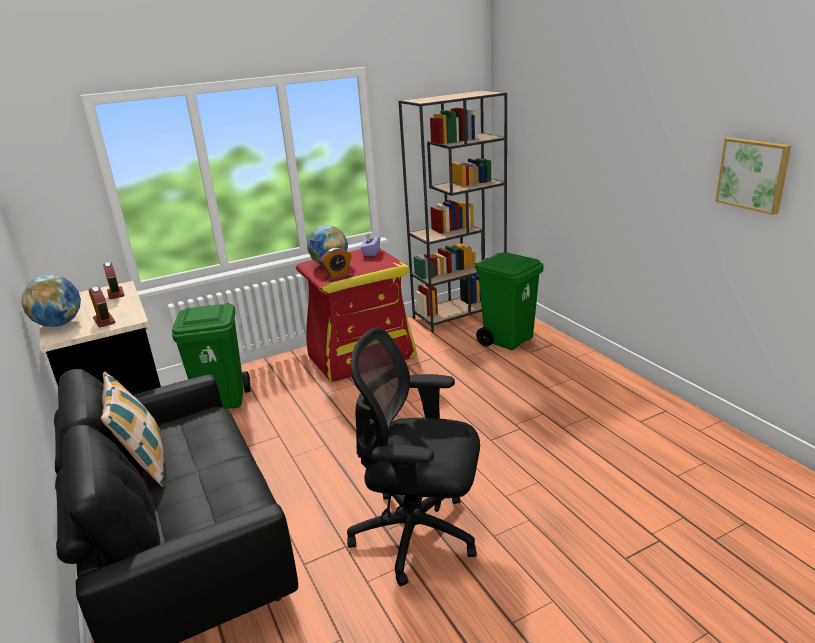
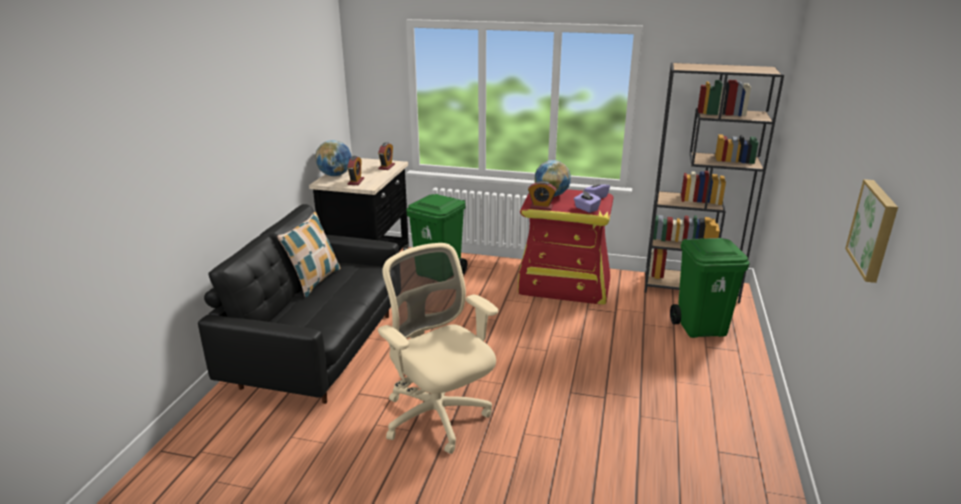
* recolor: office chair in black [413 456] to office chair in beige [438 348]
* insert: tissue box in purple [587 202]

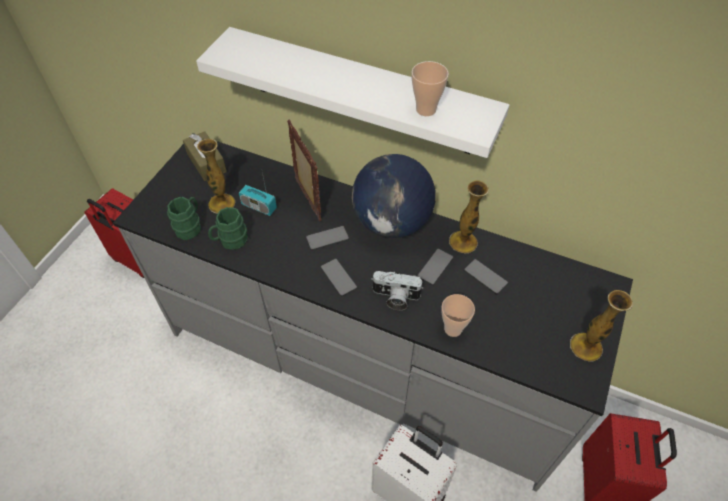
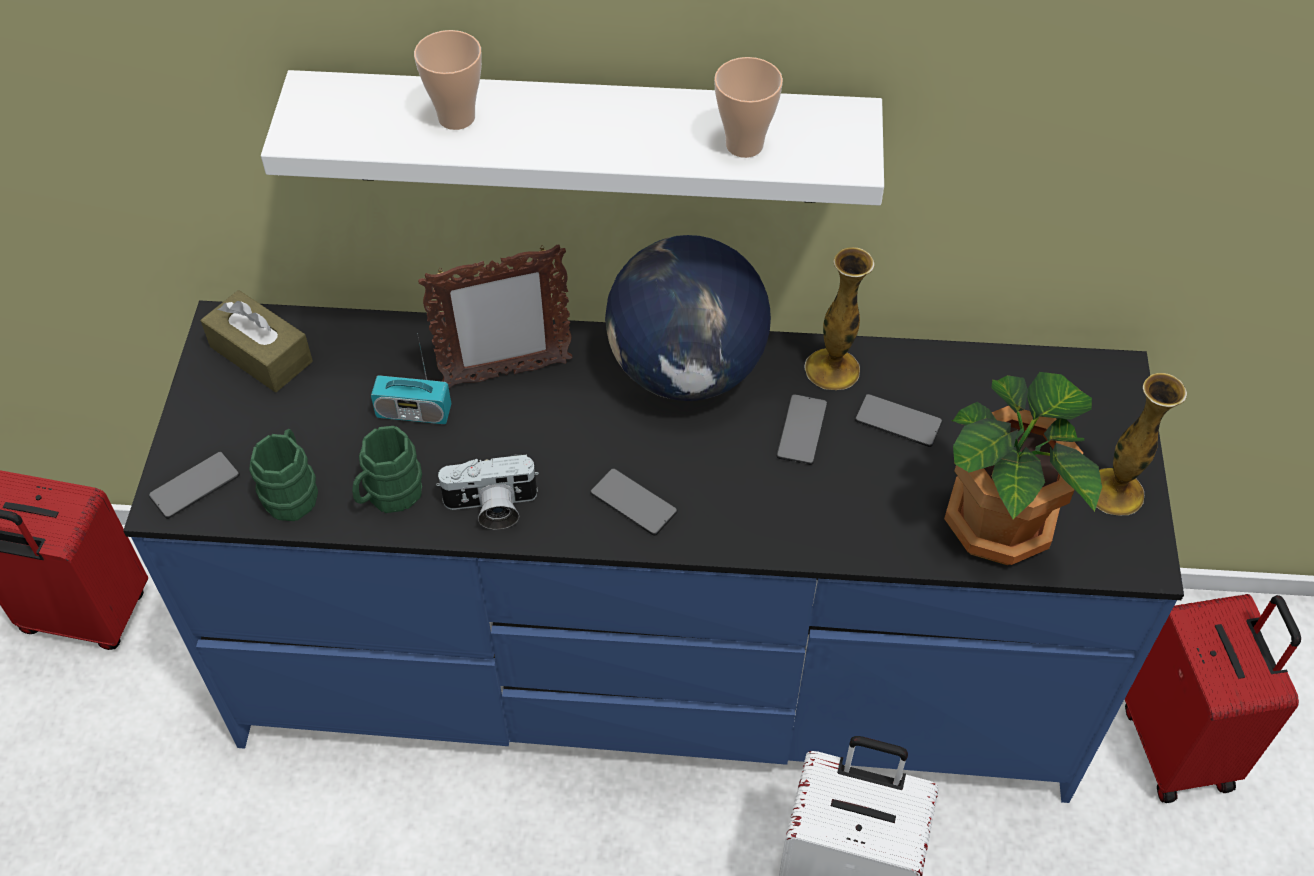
* recolor: dresser in grey [373 312] to dresser in blue [653 551]
* move: phone [327 238] to [194 485]
* move: cup [458 315] to [448 80]
* rotate: picture frame [304 170] = [495 316] 120 degrees clockwise
* move: photo camera [397 290] to [487 491]
* insert: potted plant [1023 468]
* delete: vase [216 176]

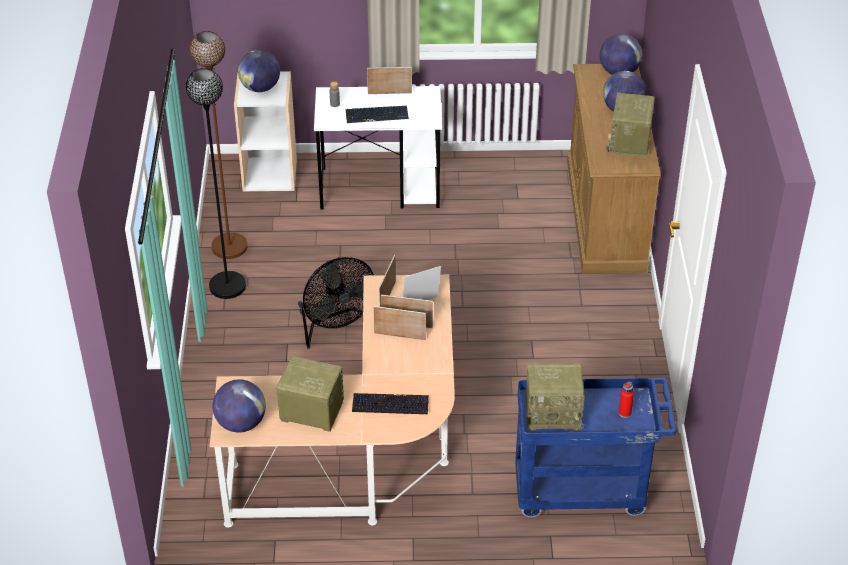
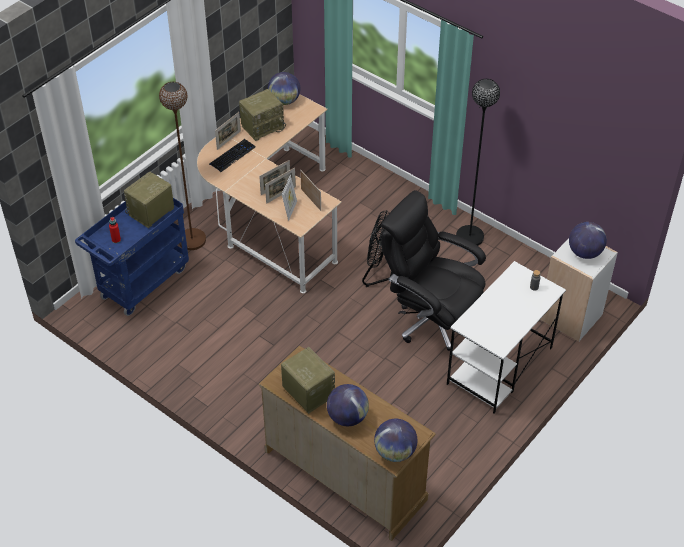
* move: floor lamp in brown [218 145] to [182 166]
* move: picture frame [389 80] to [228 131]
* insert: office chair in black [433 270]
* delete: keyboard [377 114]

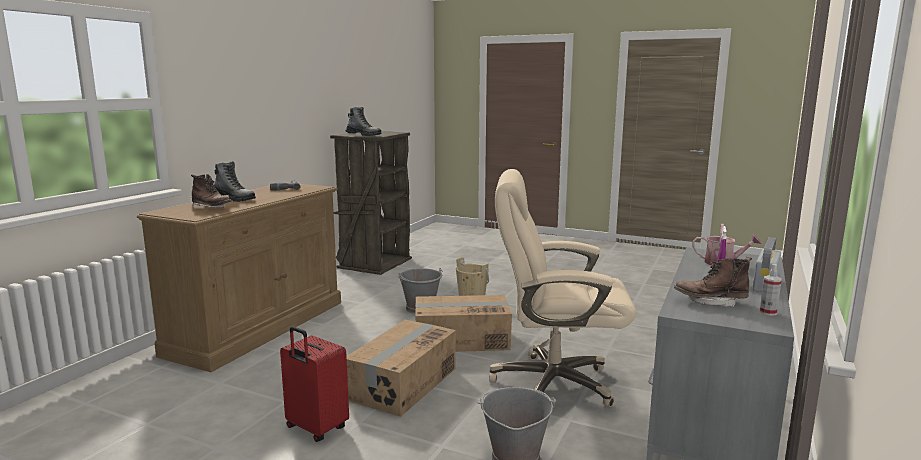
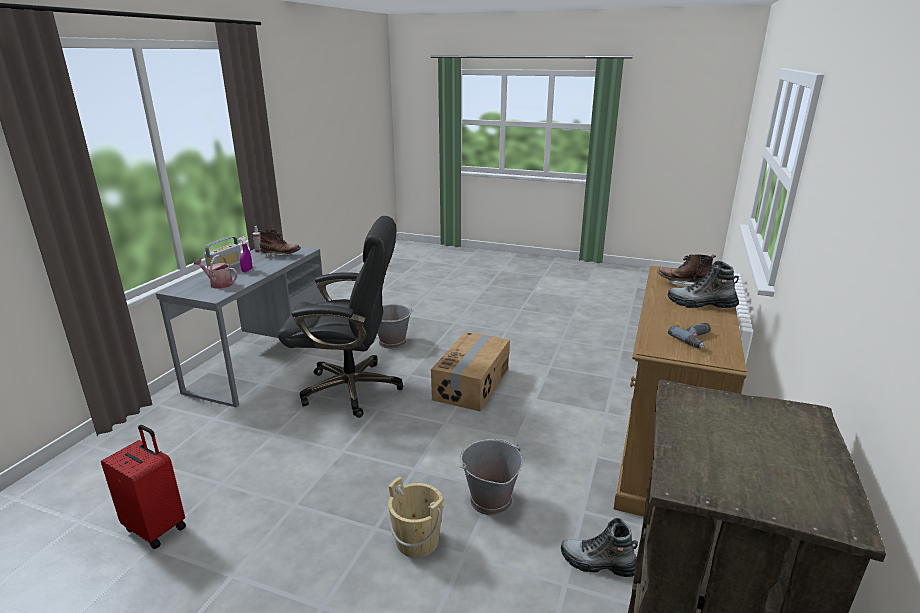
* move: suitcase in red [314 384] to [143 487]
* recolor: office chair in beige [562 288] to office chair in black [340 317]
* move: boot [364 121] to [599 547]
* delete: cardboard box [464 323]

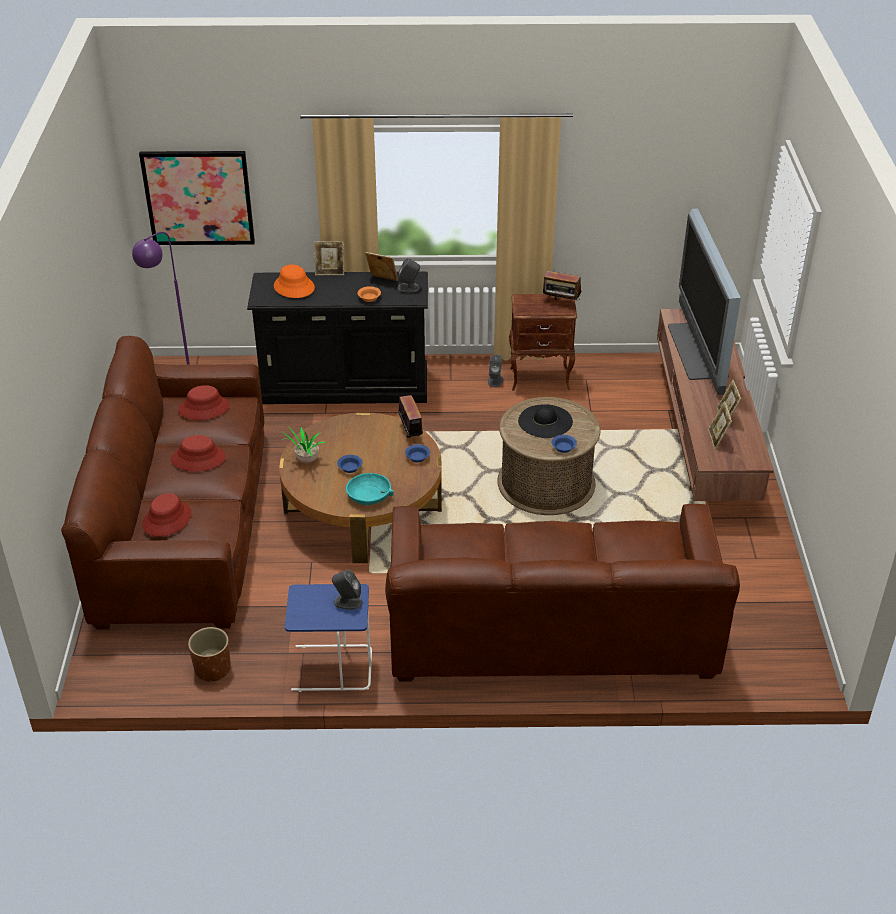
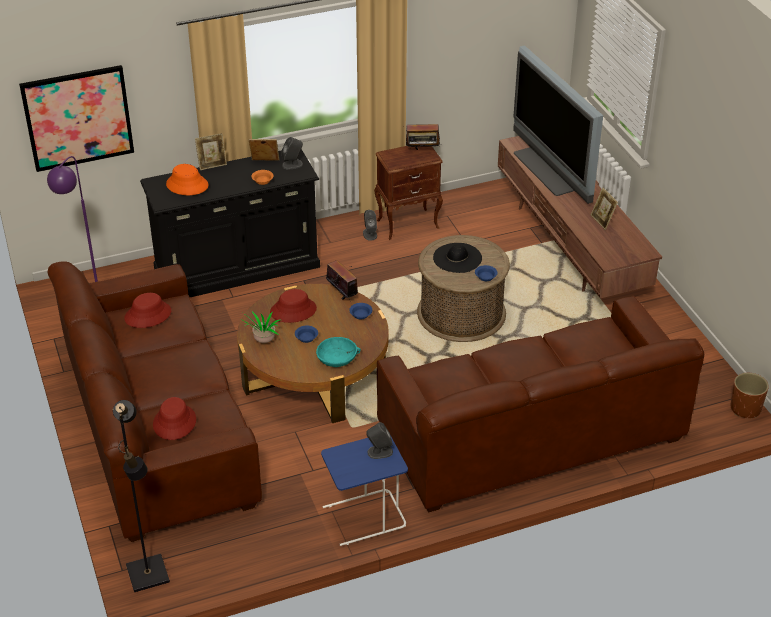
* insert: floor lamp in black [141 496]
* move: hat in red [198 453] to [293 306]
* move: planter in brown [209 654] to [750 395]
* delete: picture frame [720 425]

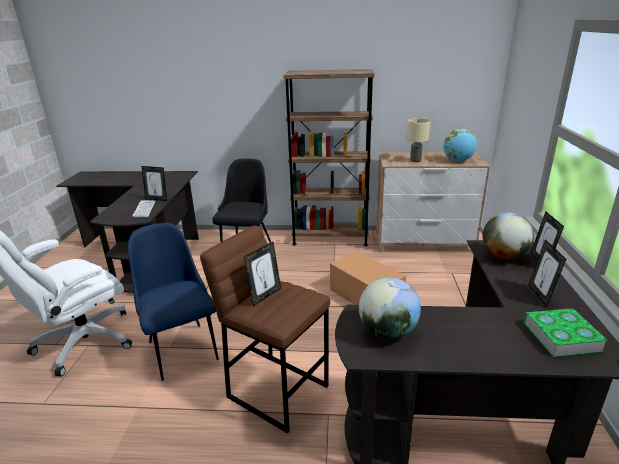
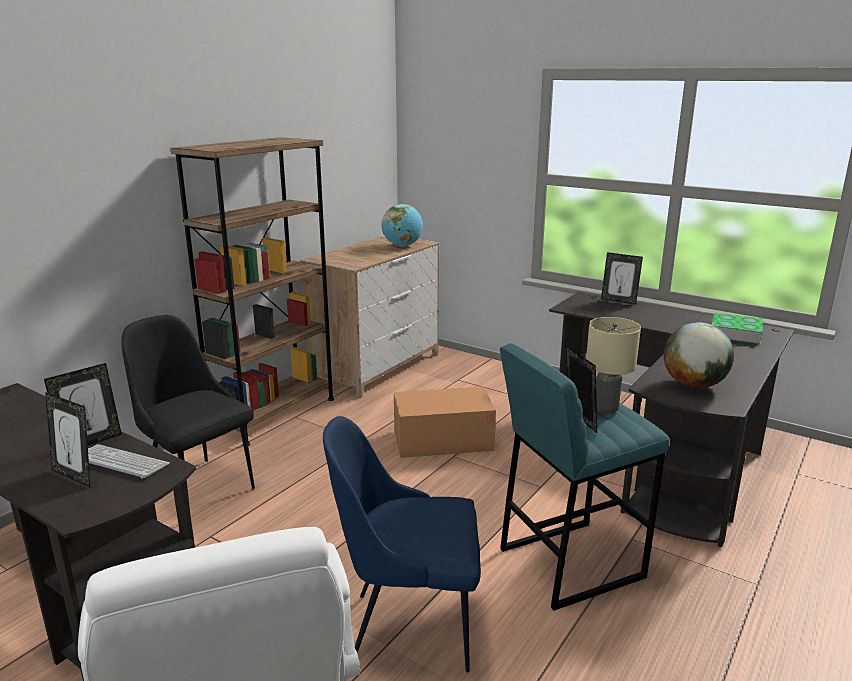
* move: picture frame [547 273] to [67 440]
* recolor: stool in brown [265 329] to stool in turquoise [584 477]
* move: table lamp in beige [418 140] to [613 365]
* delete: globe [508 236]

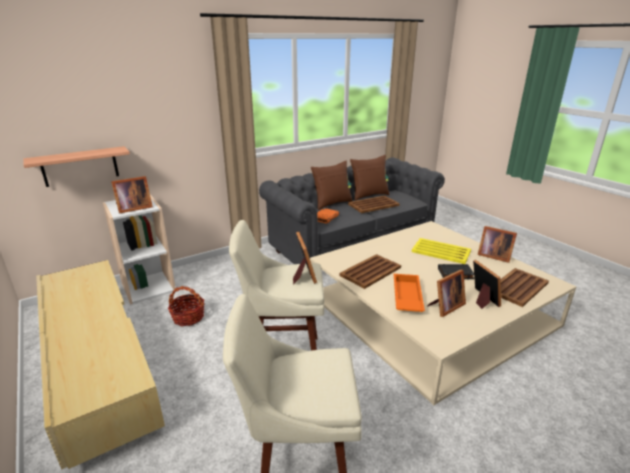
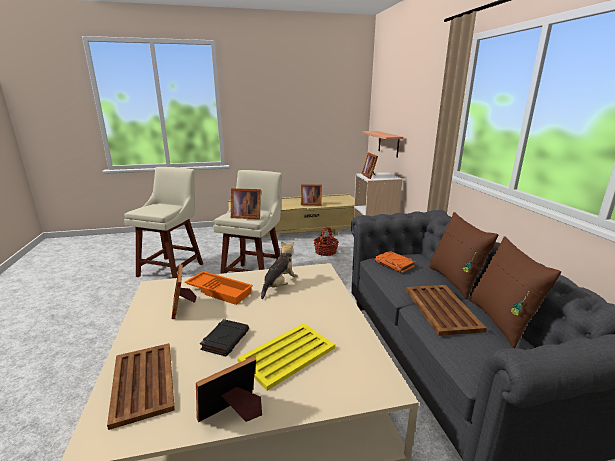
* replace: tray in brown [370 271] to plush toy [279 270]
* move: picture frame [487 284] to [311 194]

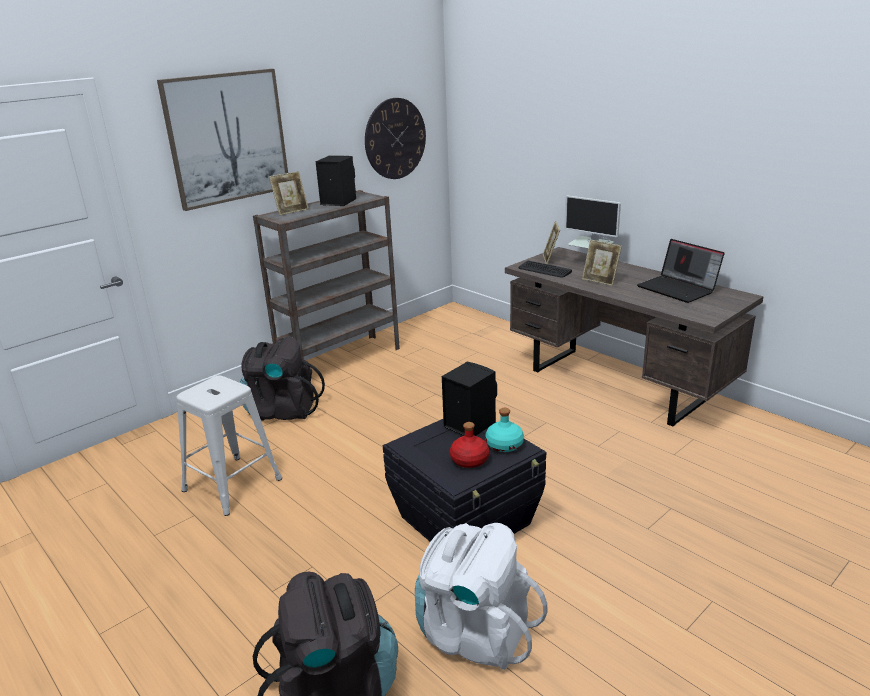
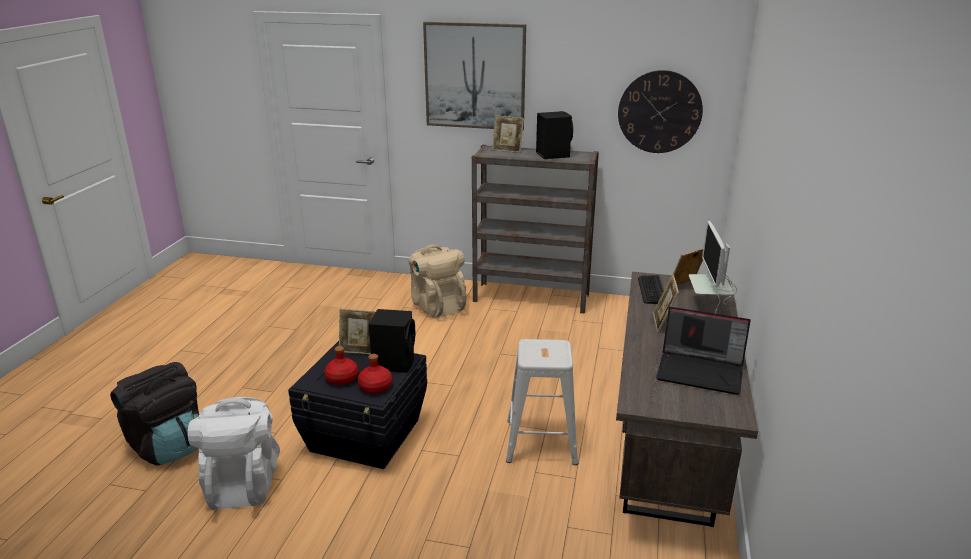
* insert: picture frame [357 331]
* recolor: bottle in turquoise [504 430] to bottle in red [375 374]
* recolor: backpack in black [282 378] to backpack in beige [437 281]
* move: stool in white [229 446] to [542 402]
* rotate: laptop [681 271] = [703 351] 90 degrees counterclockwise

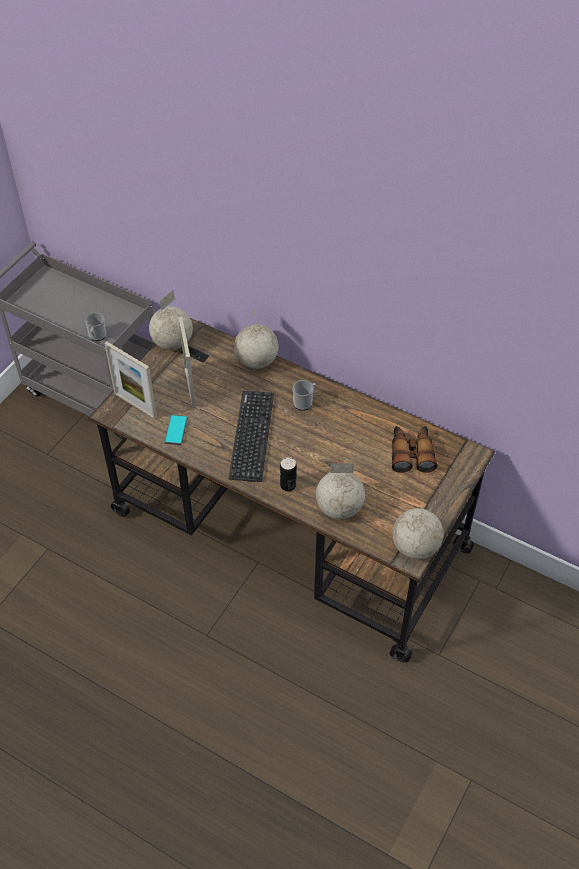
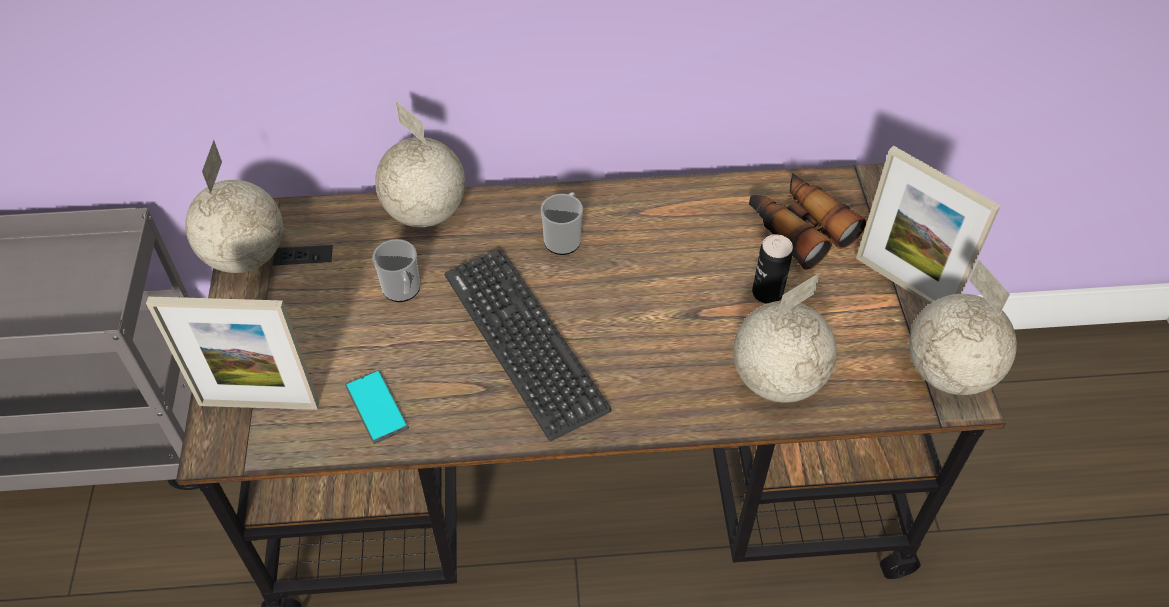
* move: mug [95 327] to [396 270]
* move: can [288 474] to [772 269]
* move: picture frame [187 362] to [928 225]

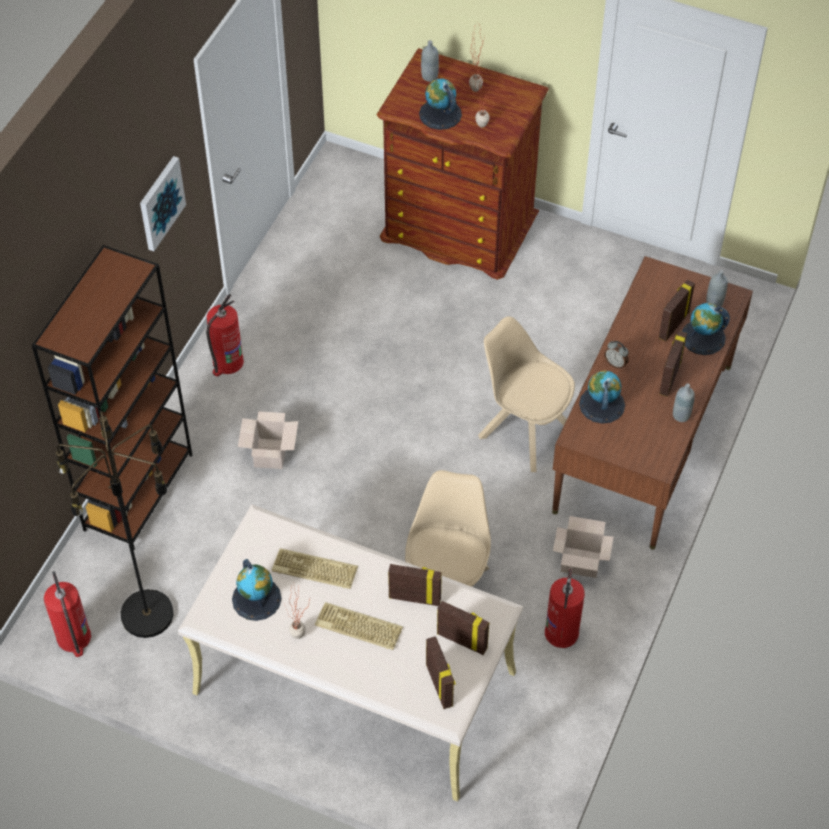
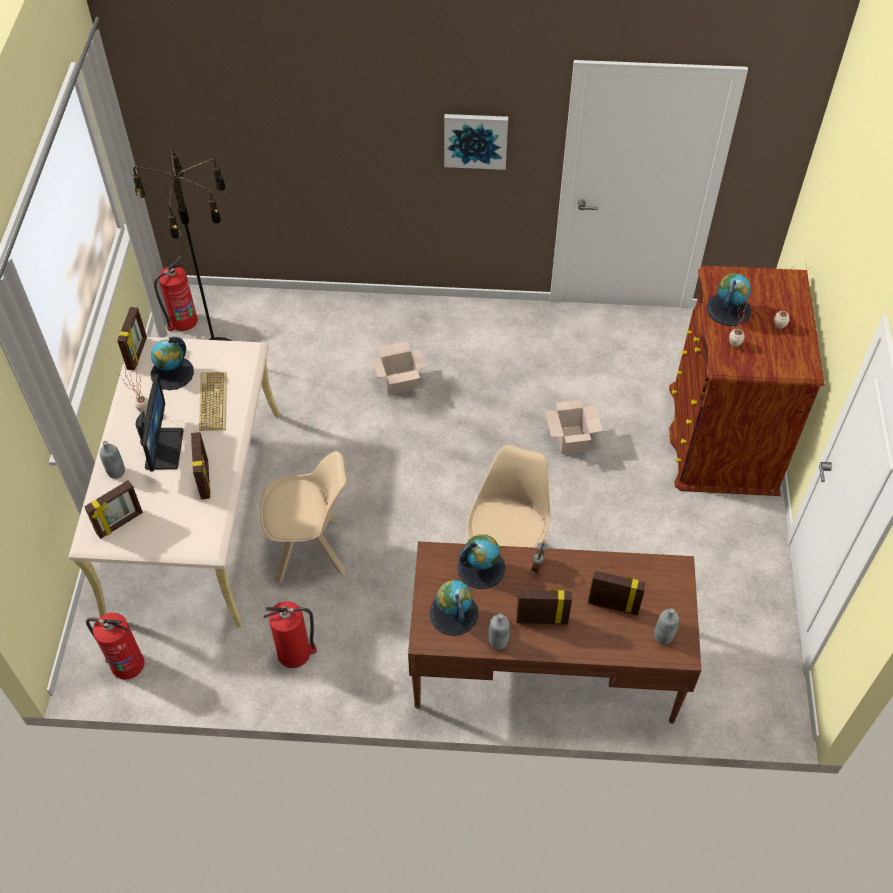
* move: fire extinguisher [225 335] to [115 646]
* move: bottle in grey [430 61] to [112 460]
* move: picture frame [463 628] to [132 338]
* replace: keyboard [359 626] to monitor [159 423]
* move: globe [706 329] to [454 608]
* move: cardboard box [583 547] to [574 427]
* delete: bookcase in brown [112 397]

